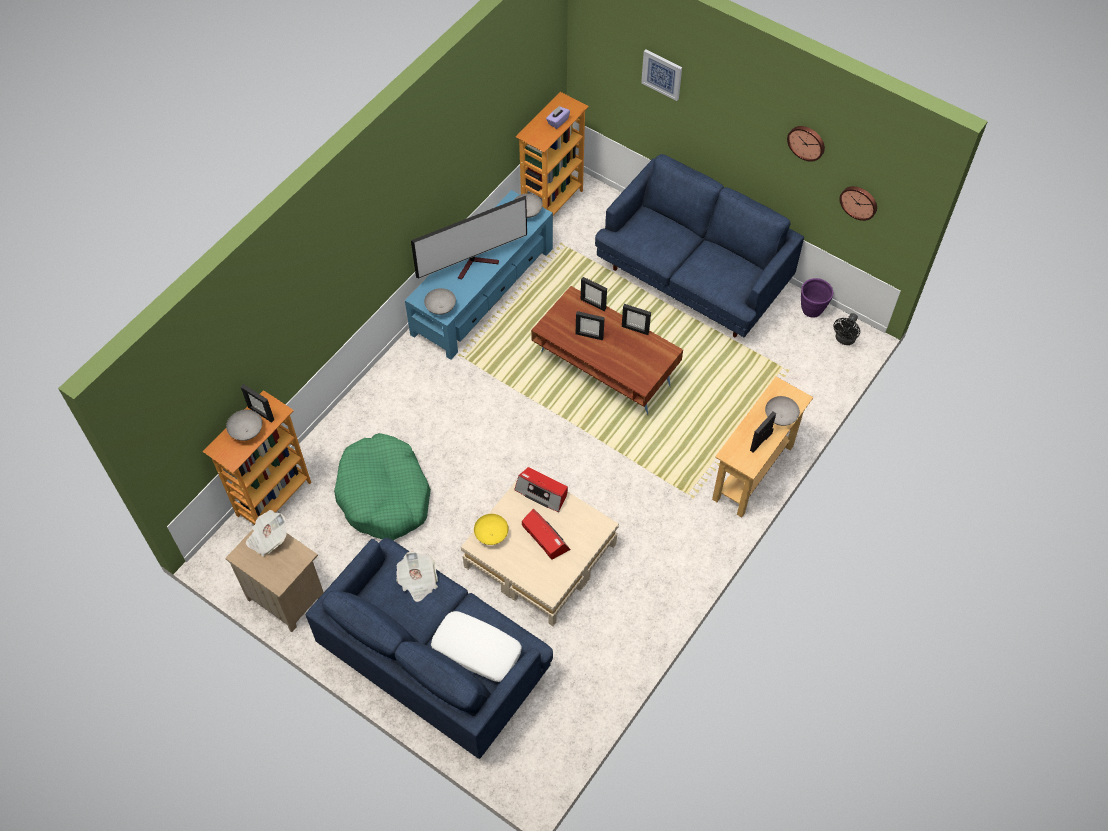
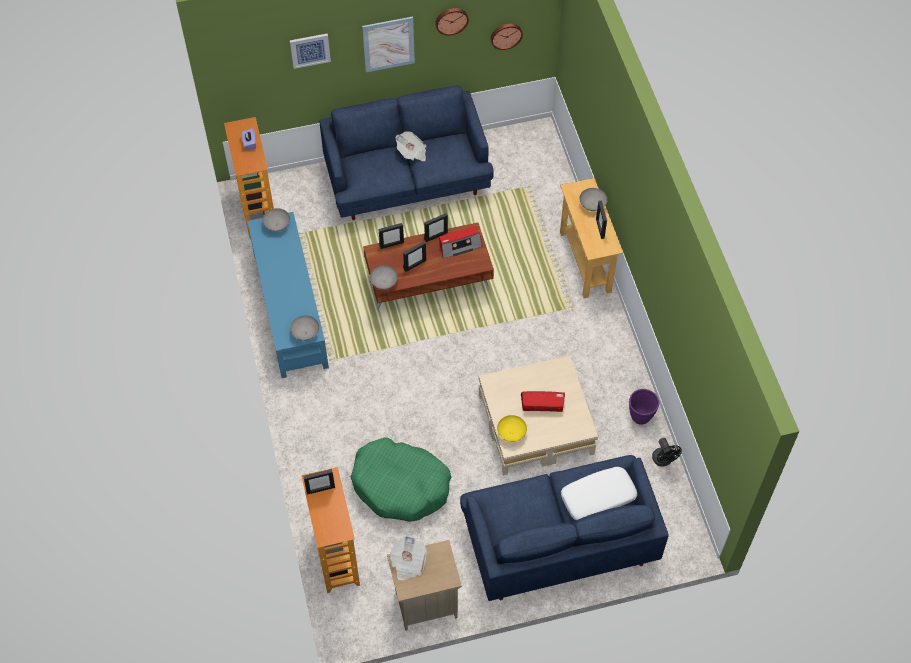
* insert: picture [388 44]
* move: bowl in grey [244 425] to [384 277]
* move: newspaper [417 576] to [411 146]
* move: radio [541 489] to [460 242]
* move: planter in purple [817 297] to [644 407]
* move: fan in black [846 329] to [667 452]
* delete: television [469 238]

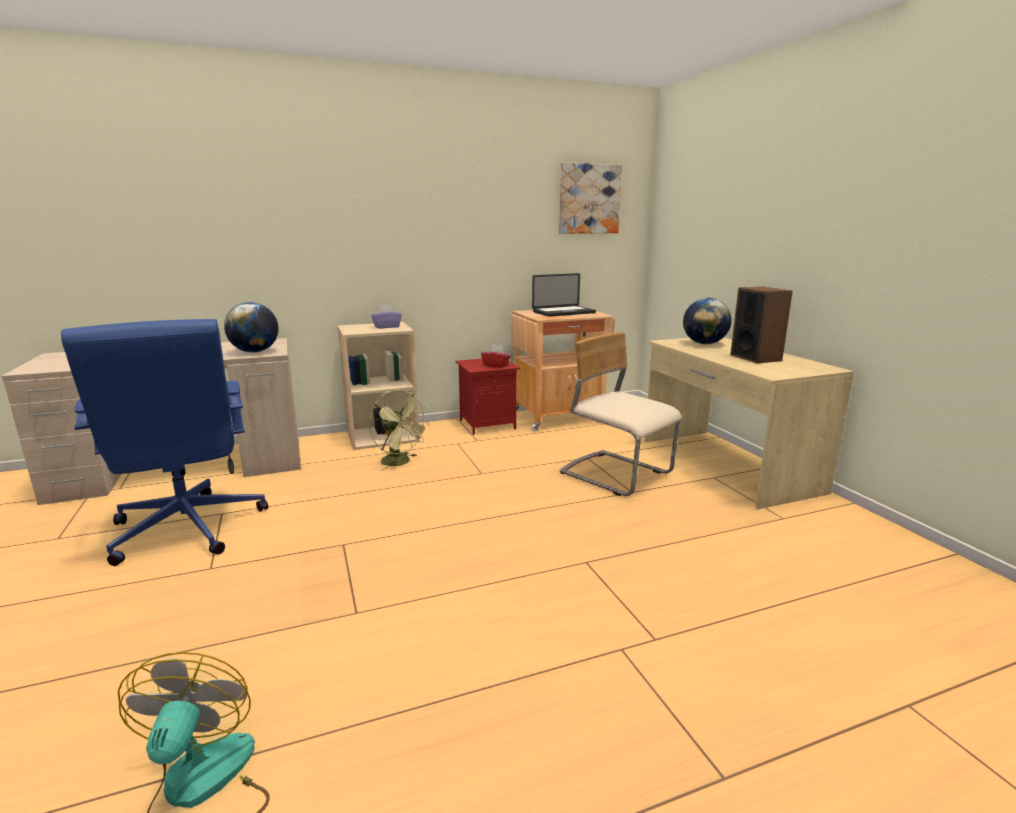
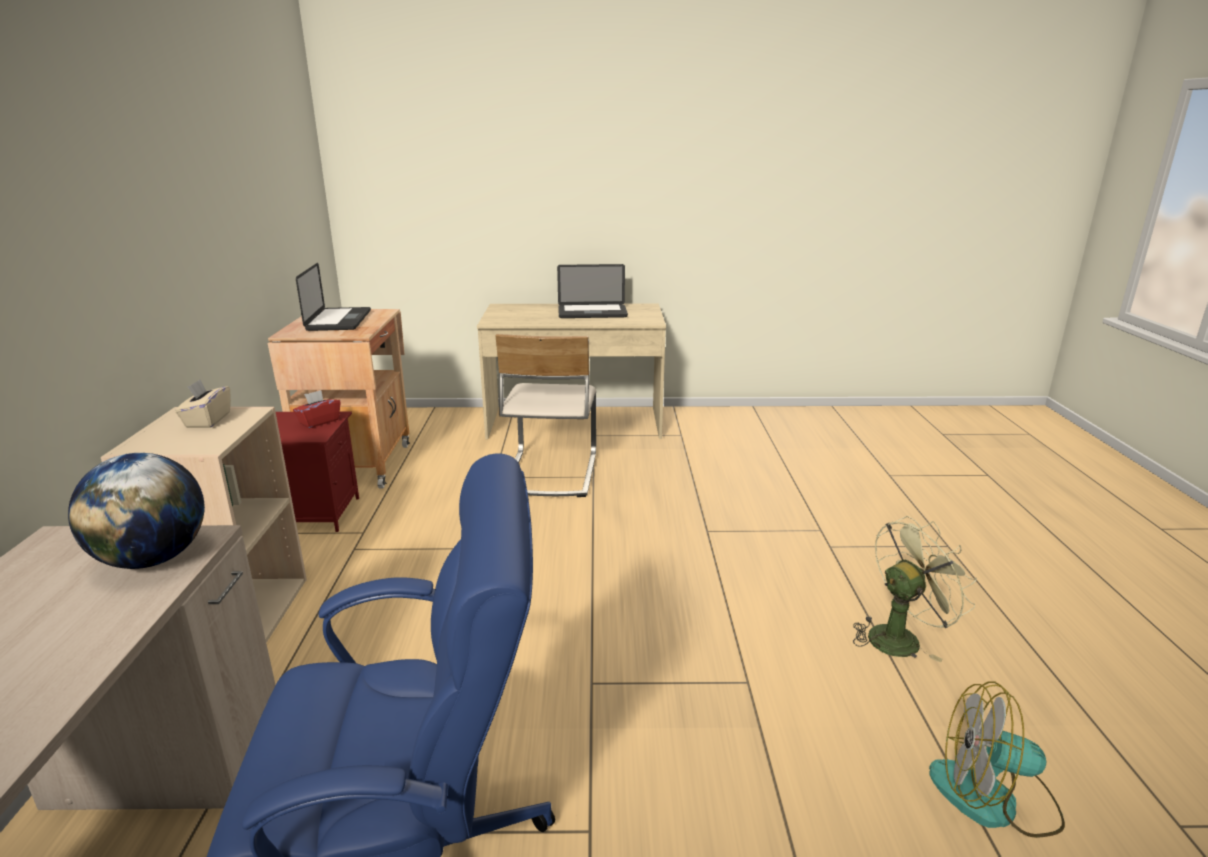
* recolor: tissue box in purple [386 317] to tissue box in beige [203 403]
* rotate: chair in beige [621 414] = [546 415] 60 degrees counterclockwise
* replace: speaker [761 325] to laptop [592 291]
* move: fan in green [399 430] to [915 589]
* delete: picture [590 198]
* delete: globe [707 321]

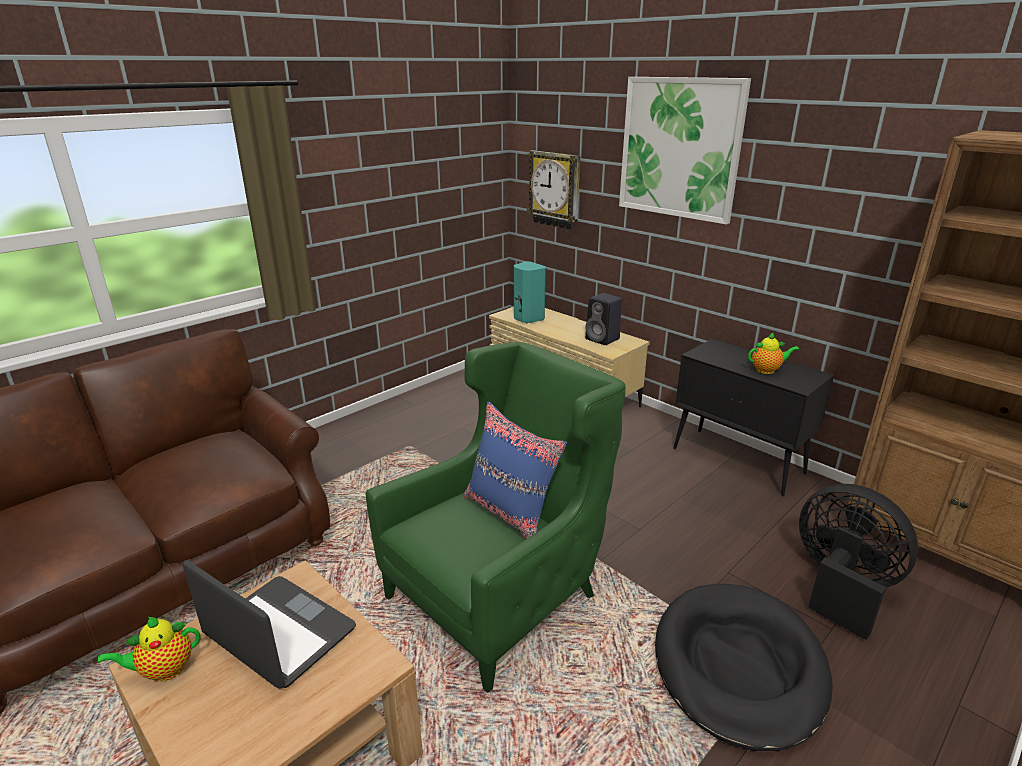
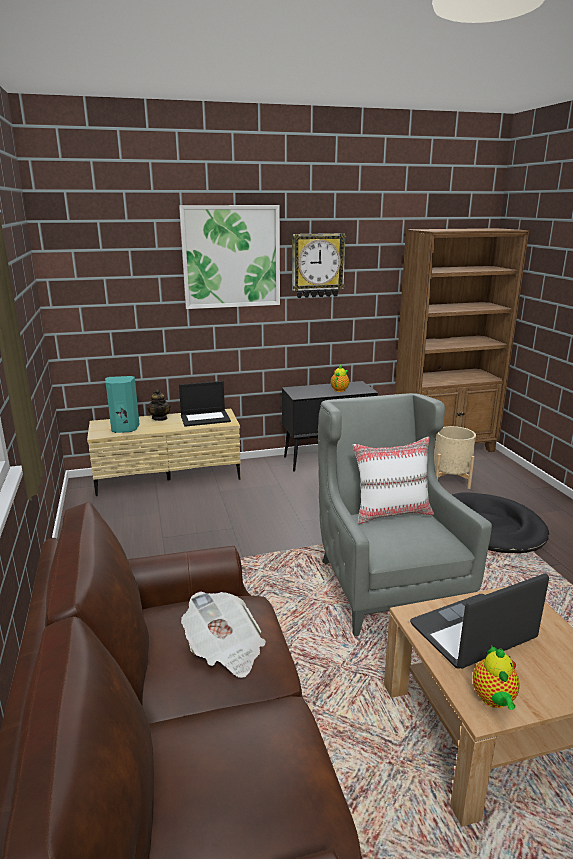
* insert: teapot [158 405]
* replace: speaker in black [603 319] to laptop [205 404]
* insert: newspaper [223 635]
* move: wall clock [553 189] to [319 265]
* recolor: armchair in green [496 517] to armchair in grey [405 514]
* recolor: pillow in blue [515 470] to pillow in white [393 480]
* replace: fan in black [858 562] to planter in beige [455 457]

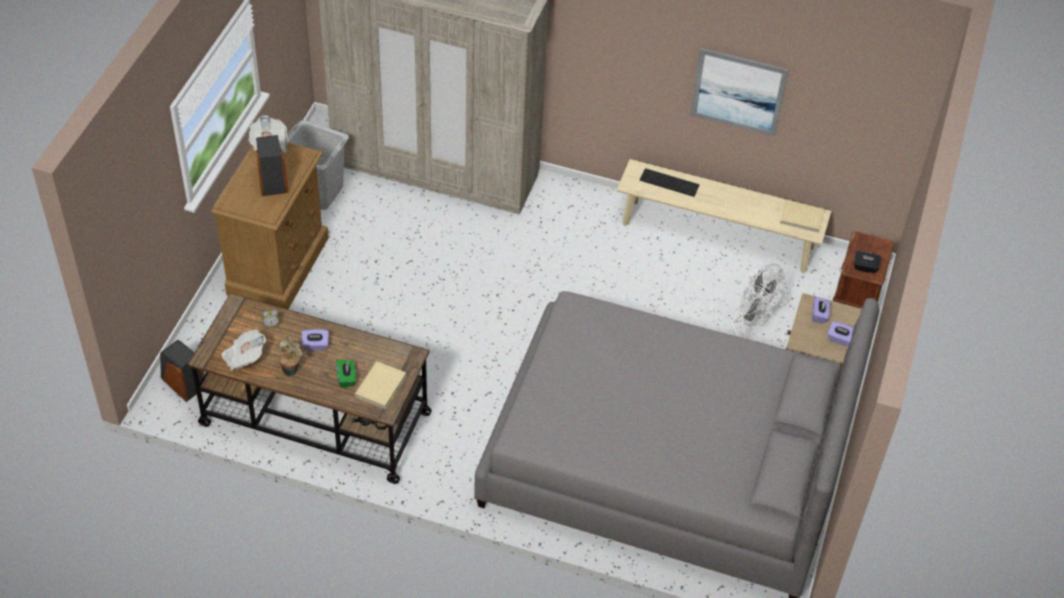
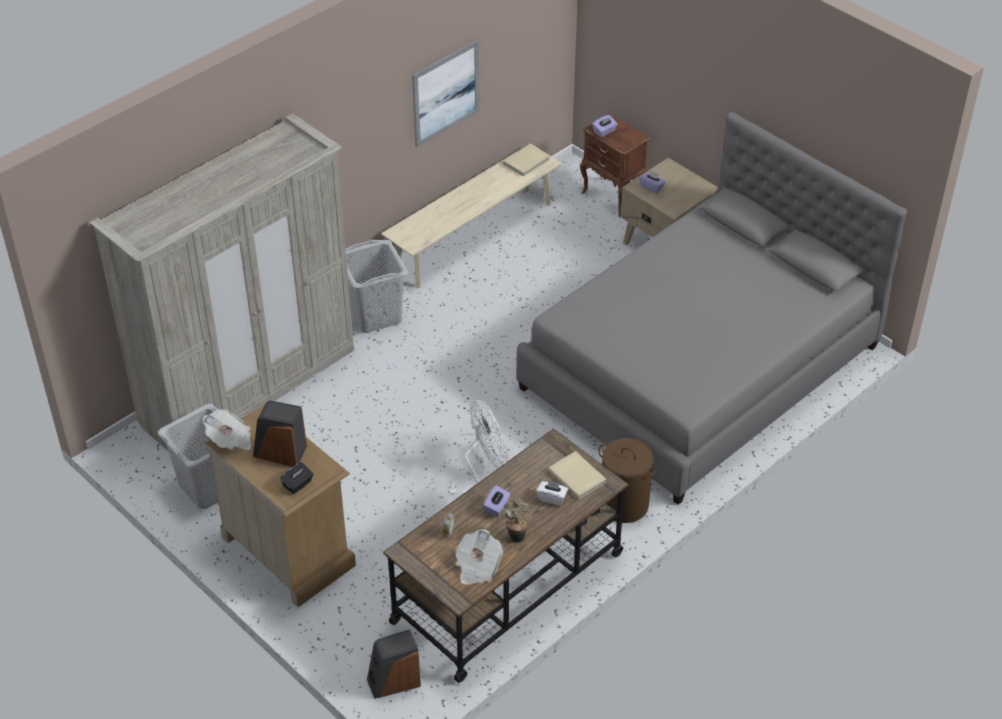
* move: tissue box in black [867 262] to [296 478]
* insert: laundry basket in grey [377 286]
* move: fan in white [748 301] to [478 447]
* recolor: tissue box in green [346 373] to tissue box in white [552 493]
* move: tissue box in purple [840 333] to [605 126]
* insert: laundry basket in brown [627 480]
* delete: keyboard [669 182]

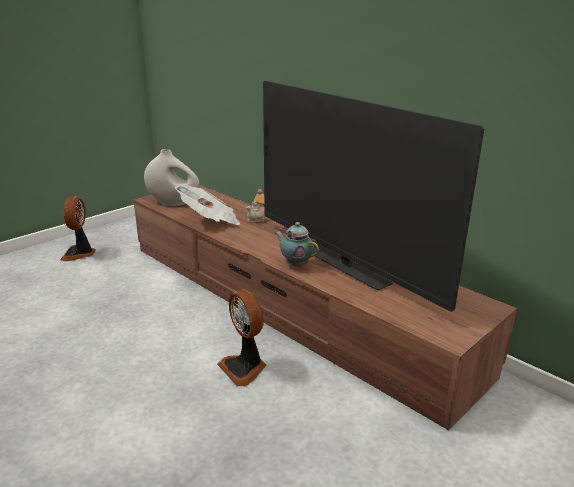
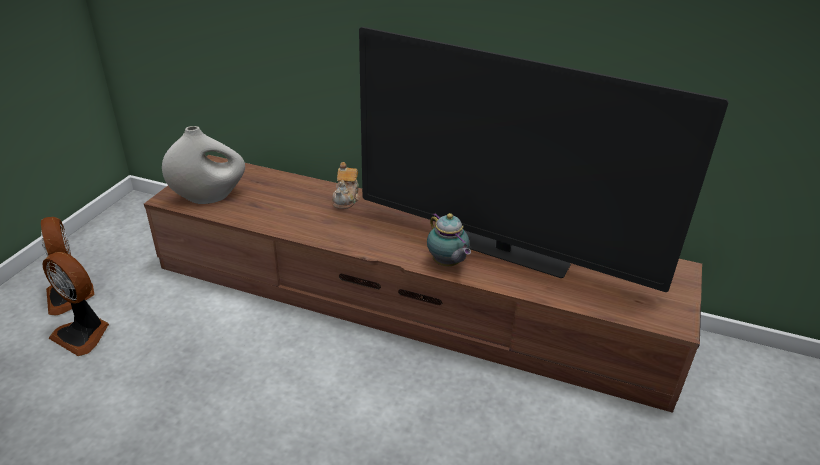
* move: fan [242 338] to [76 304]
* rotate: teapot [297 244] = [449 239] 135 degrees counterclockwise
* delete: newspaper [208 205]

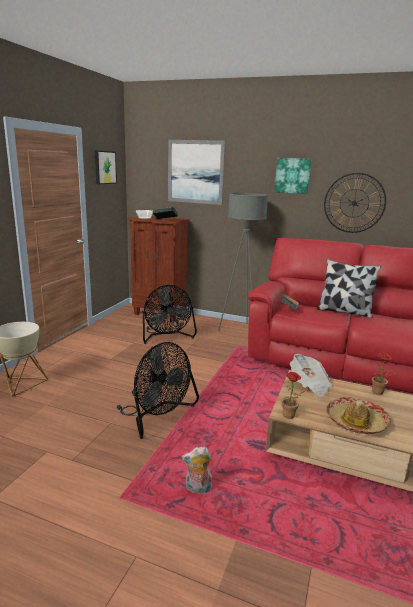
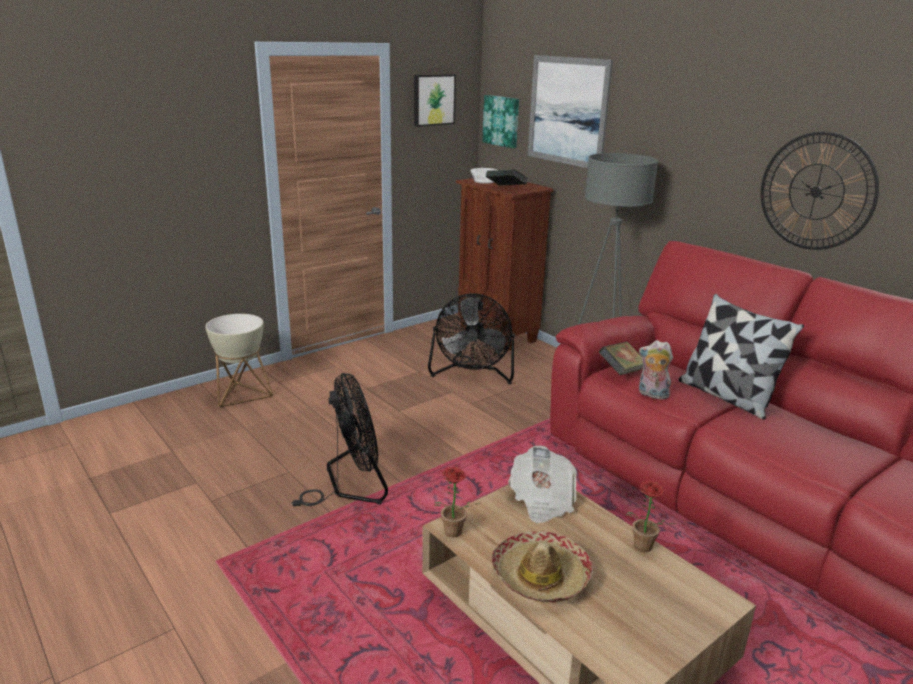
* rotate: fan in black [158 390] = [339 439] 90 degrees counterclockwise
* move: picture [293 176] to [500 121]
* move: plush toy [197 470] to [656 369]

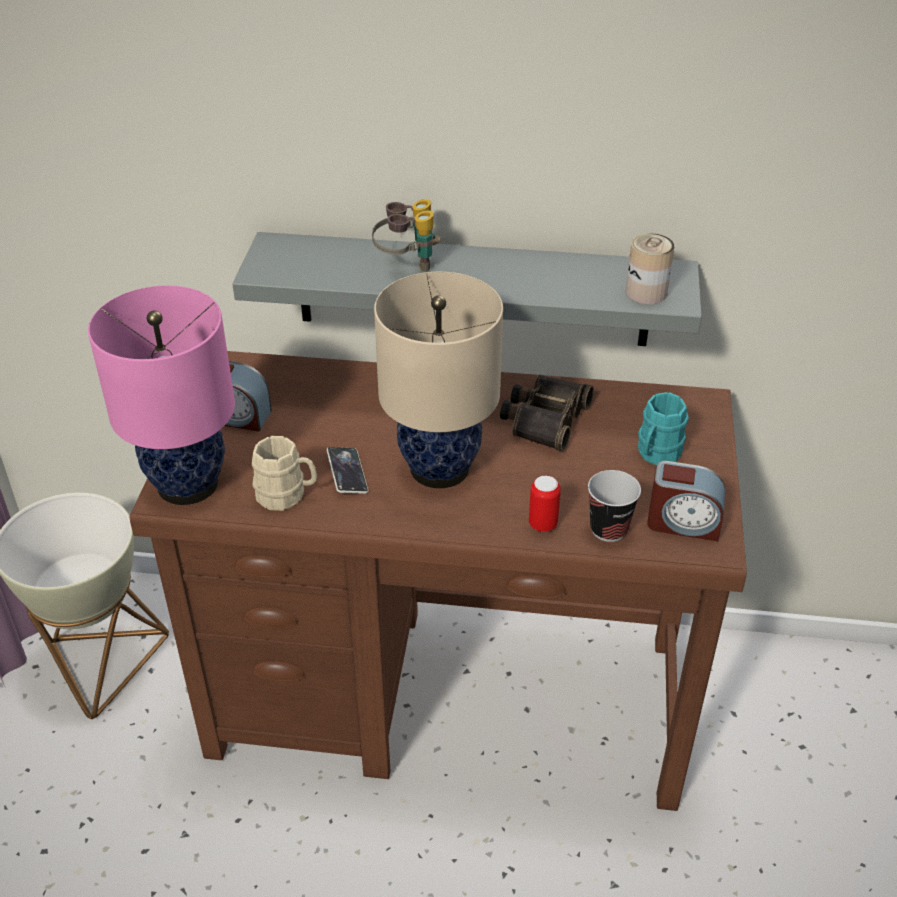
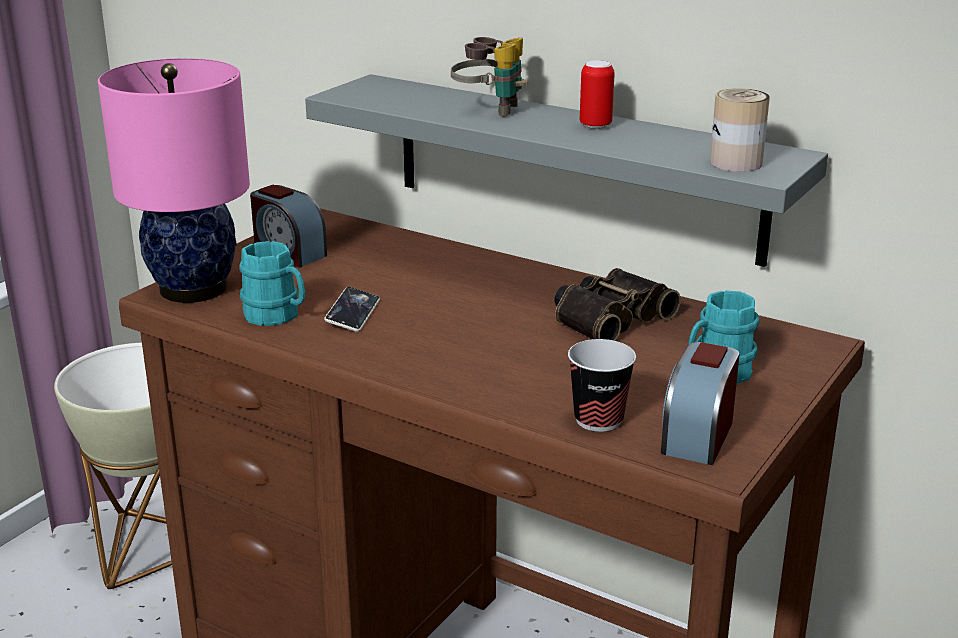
* recolor: mug in beige [284 473] to mug in turquoise [272 283]
* move: can [545 503] to [597 94]
* rotate: alarm clock [686 501] = [700 403] 75 degrees clockwise
* delete: table lamp in beige [438 380]

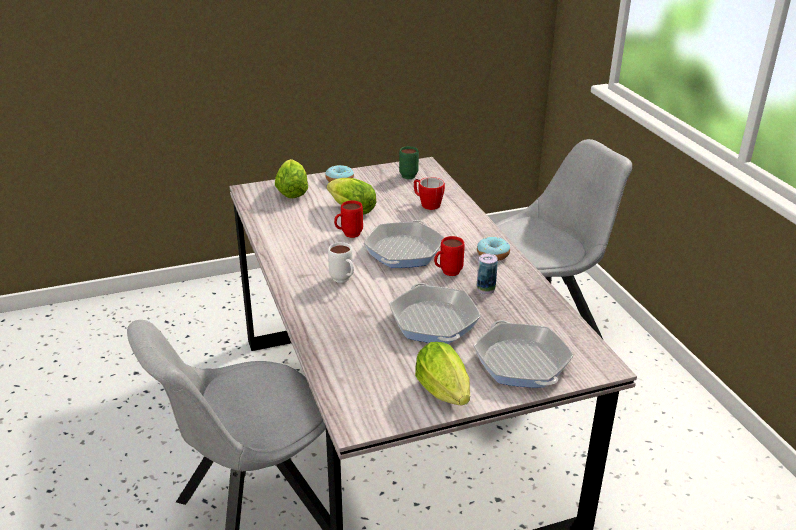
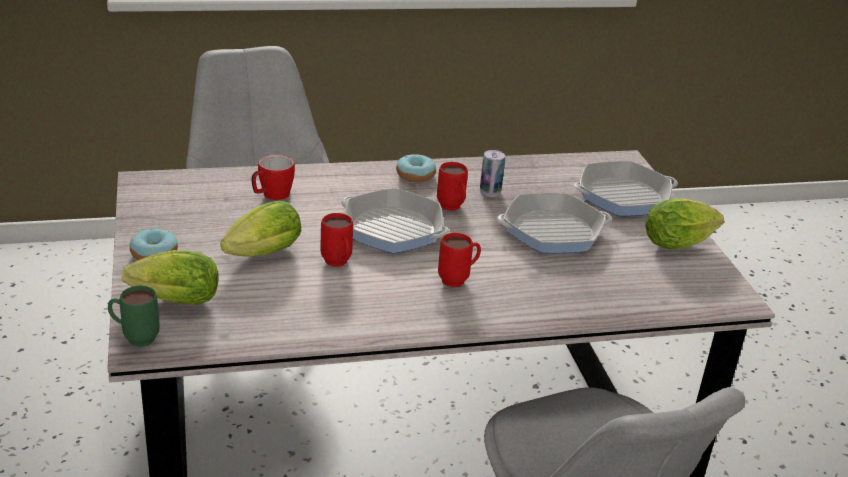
* move: mug in green [409 162] to [134 316]
* recolor: mug in white [341 262] to mug in red [459 260]

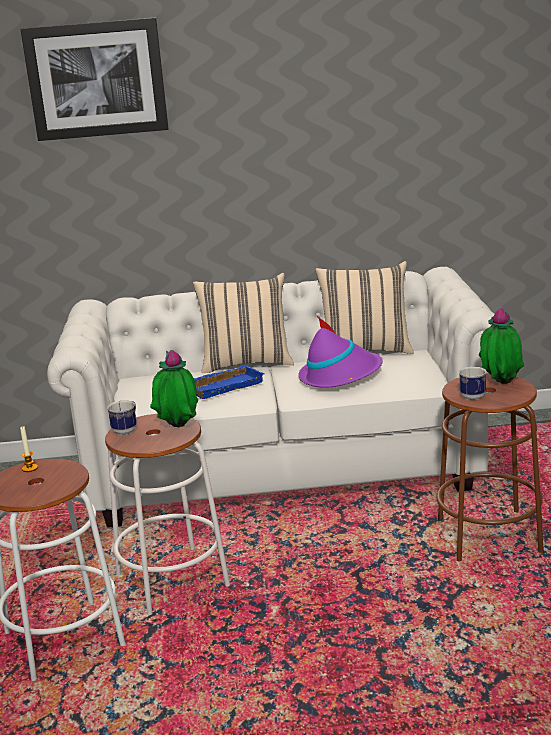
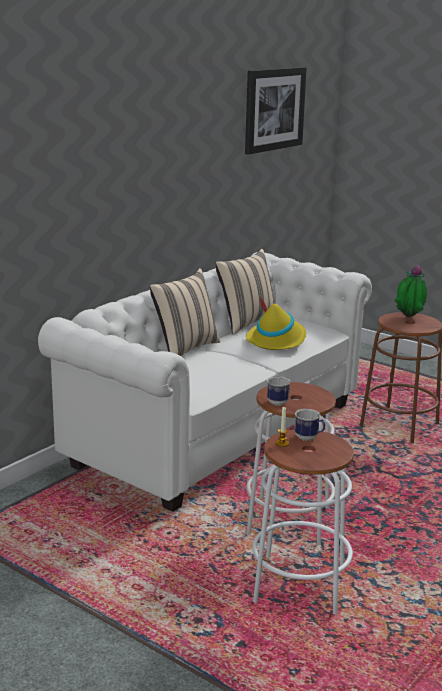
* move: picture [94 79] to [276 111]
* recolor: hat in purple [340 352] to hat in yellow [276 323]
* move: mug [473 383] to [310 425]
* delete: potted plant [174 389]
* delete: tray in blue [229 382]

